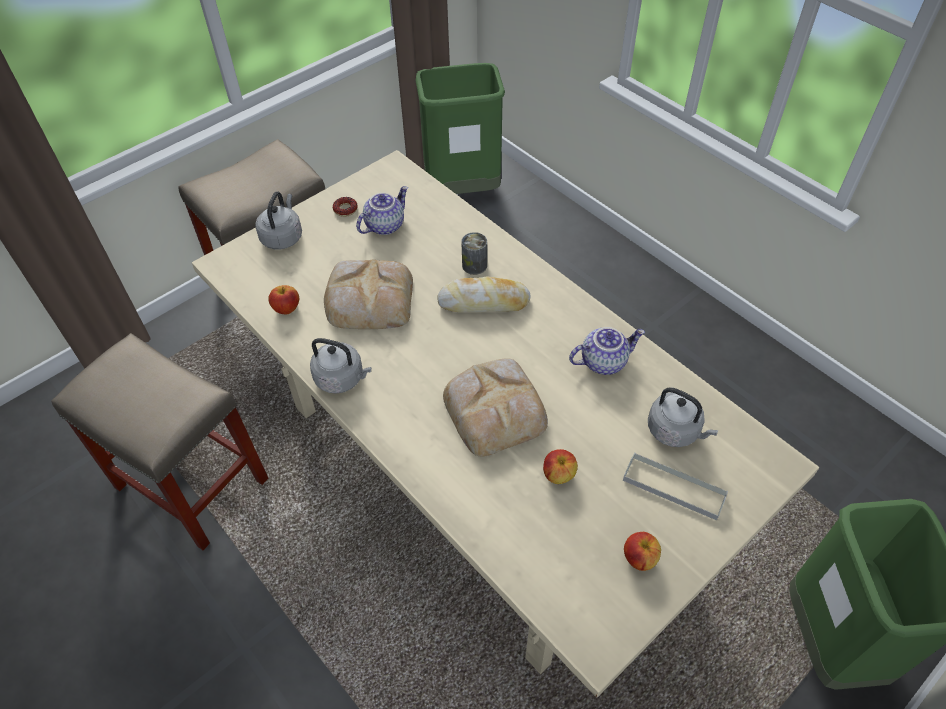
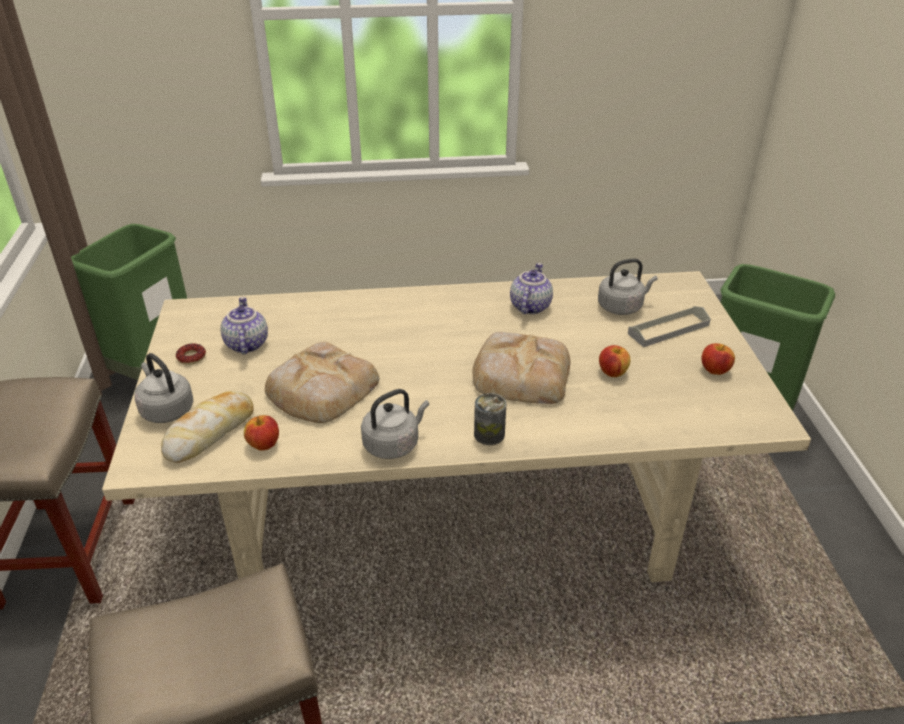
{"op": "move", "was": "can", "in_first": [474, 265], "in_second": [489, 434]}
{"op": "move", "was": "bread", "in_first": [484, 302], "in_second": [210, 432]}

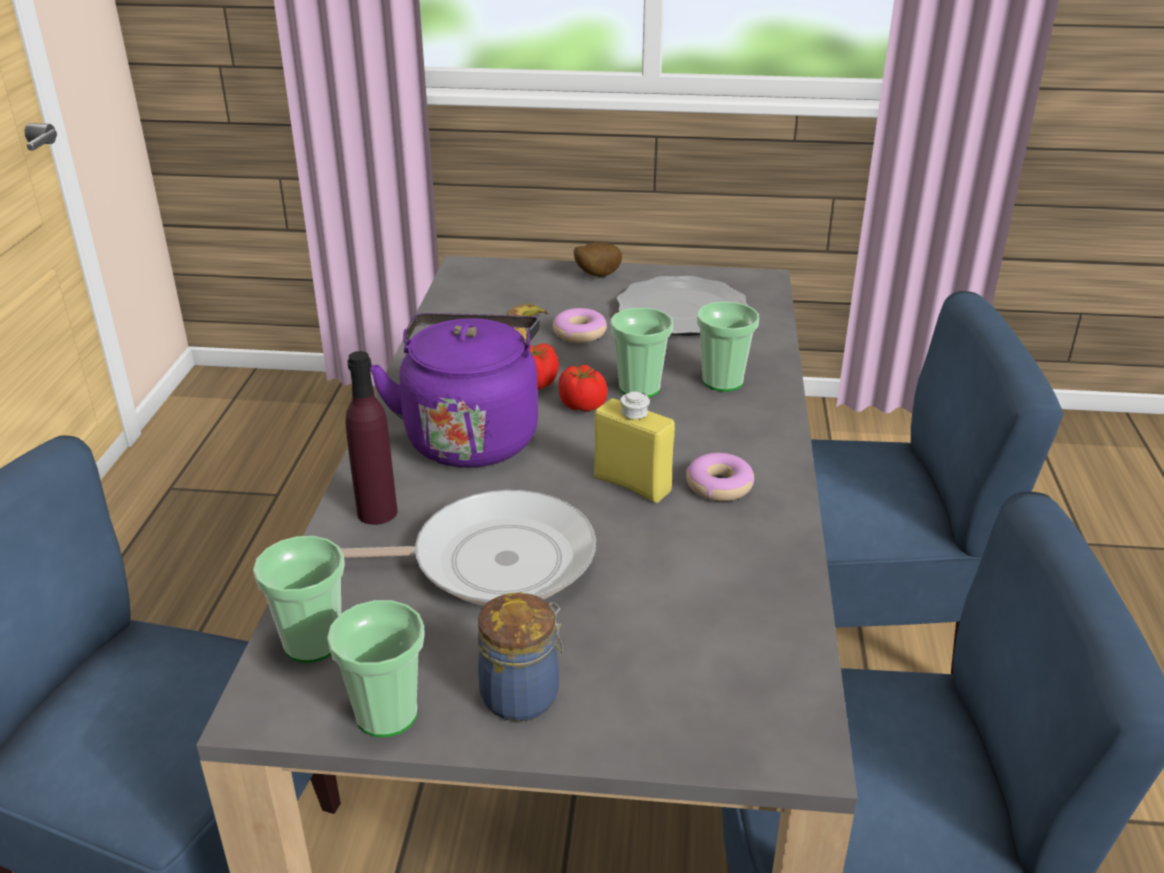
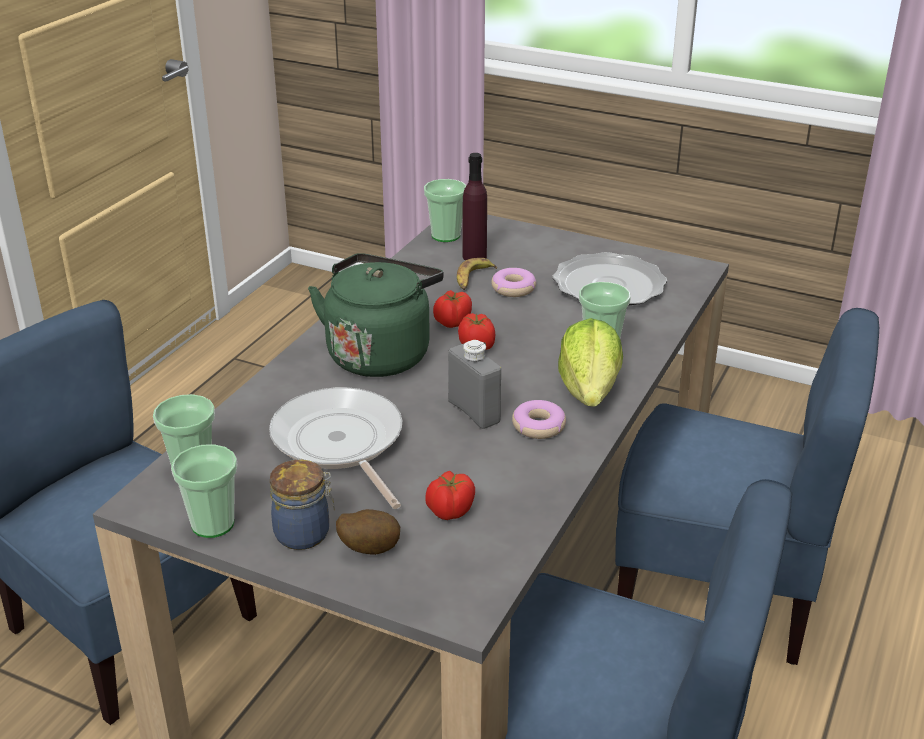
{"op": "move", "was": "potato", "in_first": [596, 275], "in_second": [369, 548]}
{"op": "move", "was": "cup", "in_first": [639, 388], "in_second": [445, 235]}
{"op": "recolor", "was": "kettle (purple)", "now": "kettle (green)", "in_first": [471, 436], "in_second": [380, 353]}
{"op": "move", "was": "bottle (purple)", "in_first": [377, 512], "in_second": [474, 257]}
{"op": "recolor", "was": "bottle (yellow)", "now": "bottle (grey)", "in_first": [632, 484], "in_second": [474, 412]}
{"op": "rotate", "was": "frying pan", "in_first": [493, 560], "in_second": [340, 443], "clockwise": -135}
{"op": "insert", "now": "lettuce", "in_second": [589, 391]}
{"op": "insert", "now": "tomato", "in_second": [450, 511]}

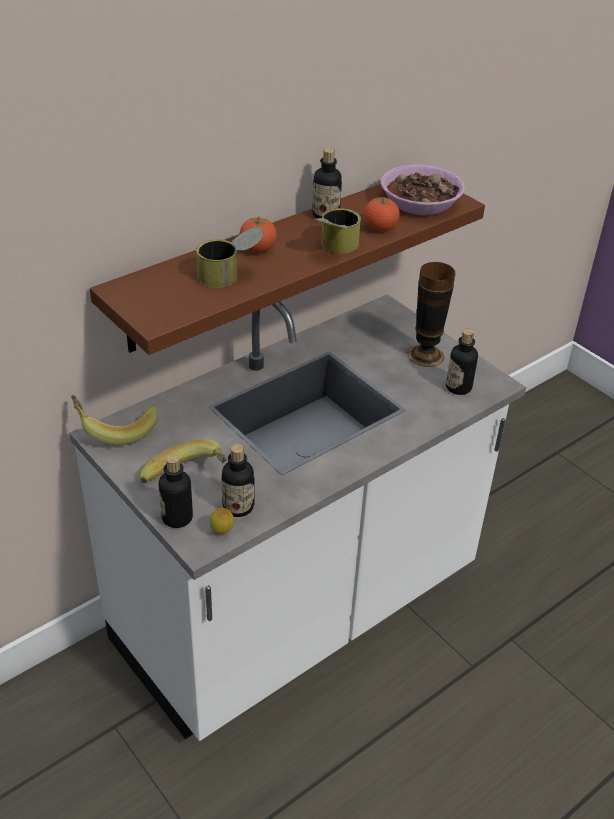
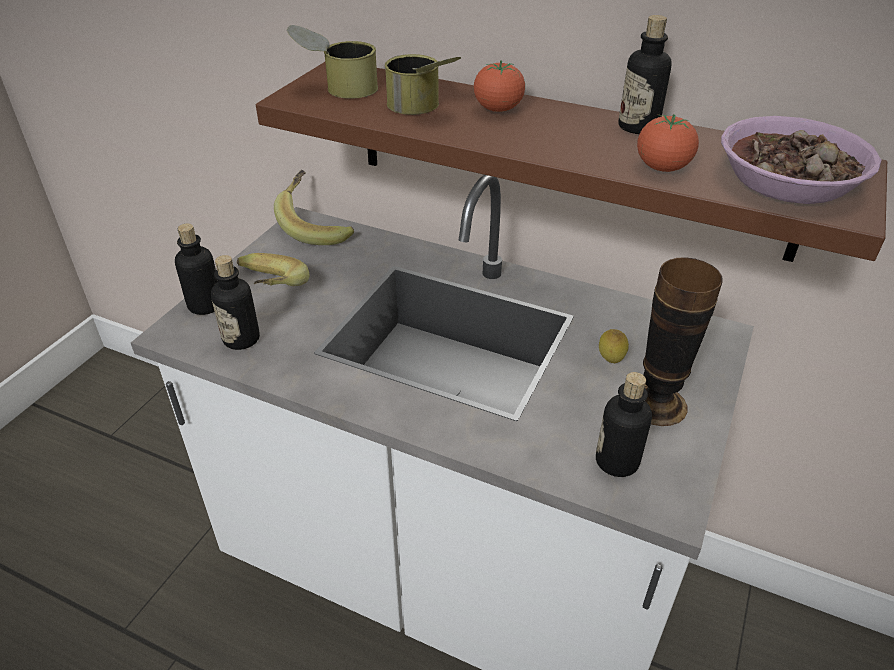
{"op": "move", "was": "can", "in_first": [334, 249], "in_second": [336, 89]}
{"op": "move", "was": "lemon", "in_first": [222, 532], "in_second": [610, 361]}

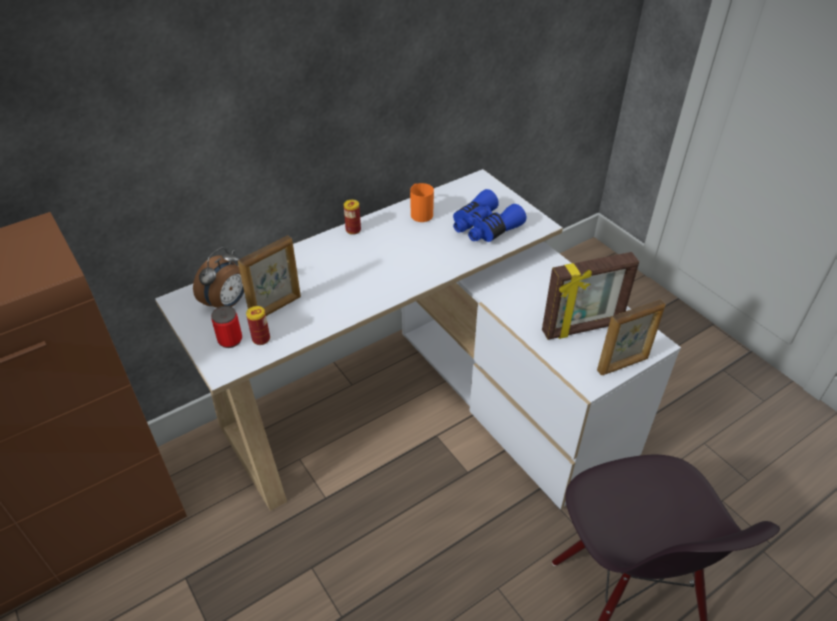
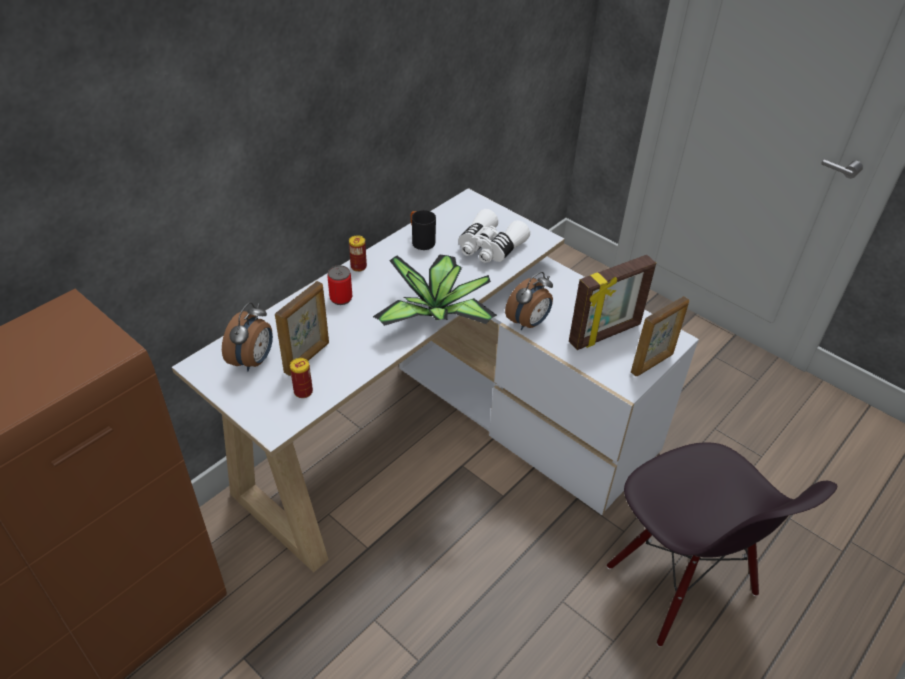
{"op": "recolor", "was": "mug (orange)", "now": "mug (black)", "in_first": [419, 213], "in_second": [420, 241]}
{"op": "recolor", "was": "binoculars (blue)", "now": "binoculars (white)", "in_first": [484, 227], "in_second": [489, 247]}
{"op": "move", "was": "can", "in_first": [230, 340], "in_second": [341, 298]}
{"op": "insert", "now": "potted plant", "in_second": [437, 313]}
{"op": "insert", "now": "alarm clock", "in_second": [529, 323]}

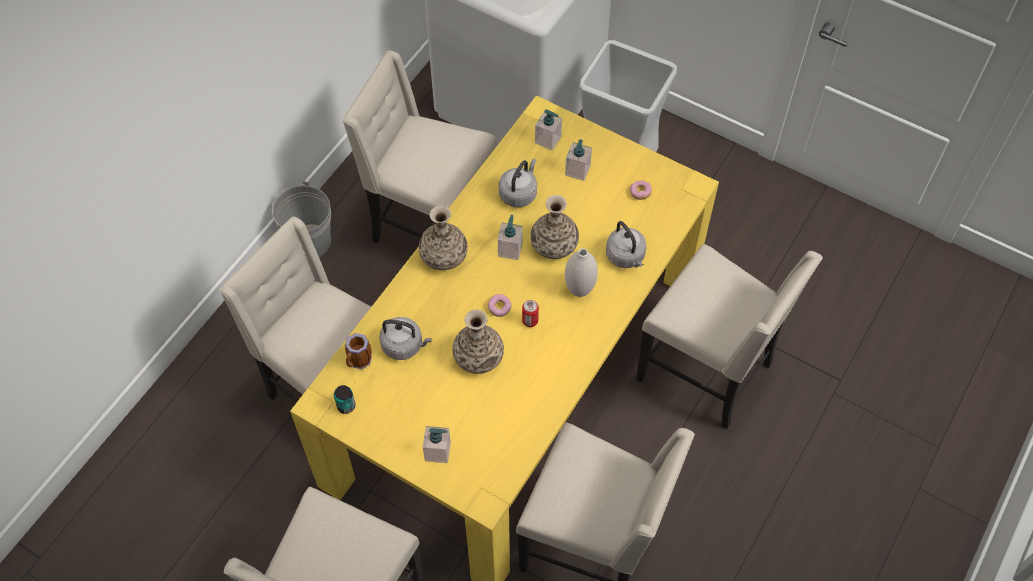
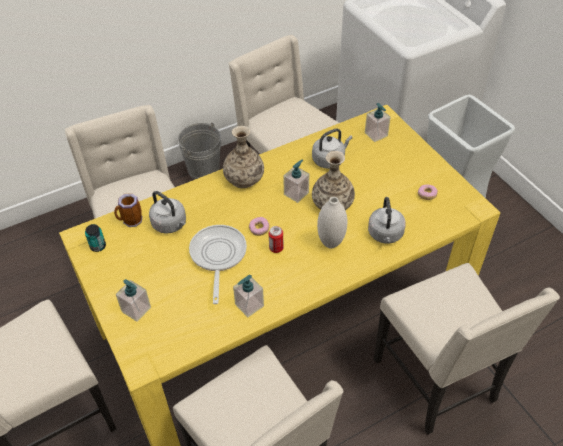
{"op": "move", "was": "soap dispenser", "in_first": [577, 170], "in_second": [249, 305]}
{"op": "replace", "was": "vase", "now": "frying pan", "in_first": [478, 357], "in_second": [218, 256]}

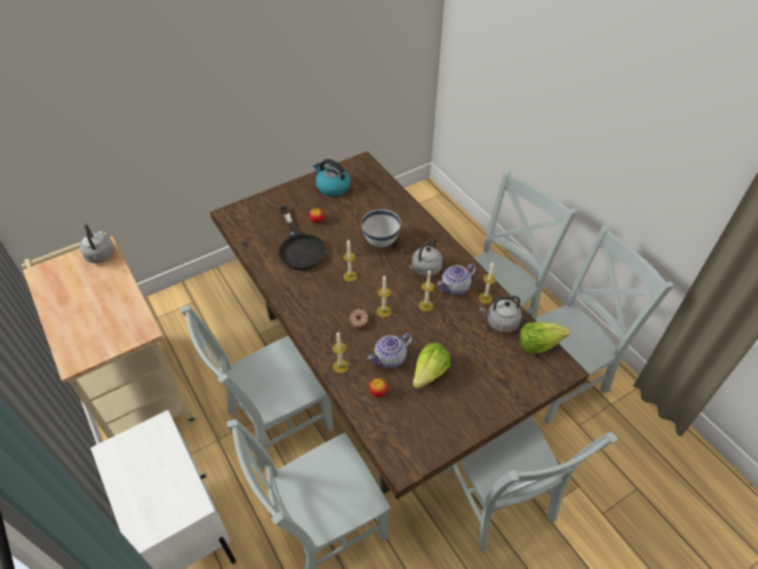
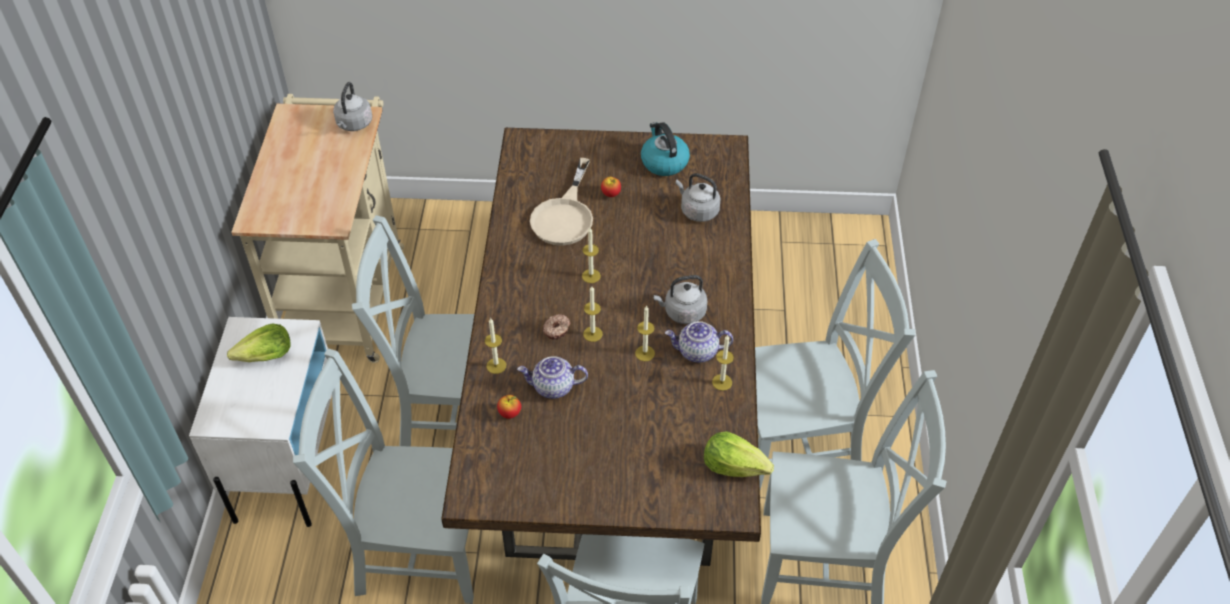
{"op": "recolor", "was": "frying pan (black)", "now": "frying pan (beige)", "in_first": [300, 247], "in_second": [565, 215]}
{"op": "delete", "was": "bowl (white)", "in_first": [381, 242]}
{"op": "move", "was": "kettle (grey)", "in_first": [500, 322], "in_second": [697, 211]}
{"op": "move", "was": "lettuce", "in_first": [430, 373], "in_second": [266, 356]}

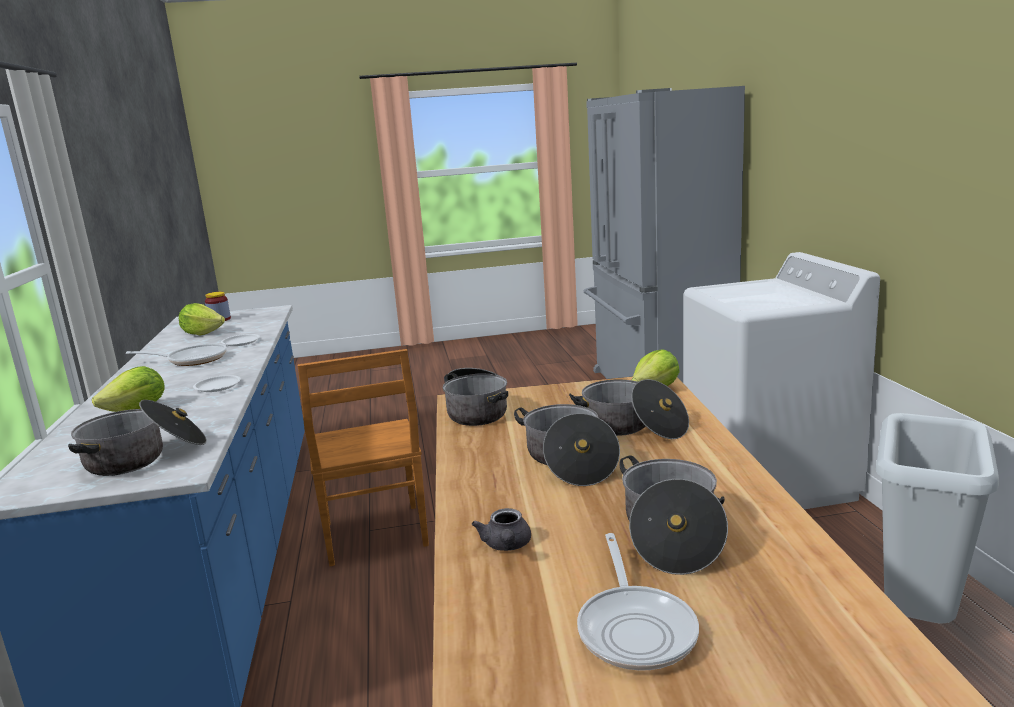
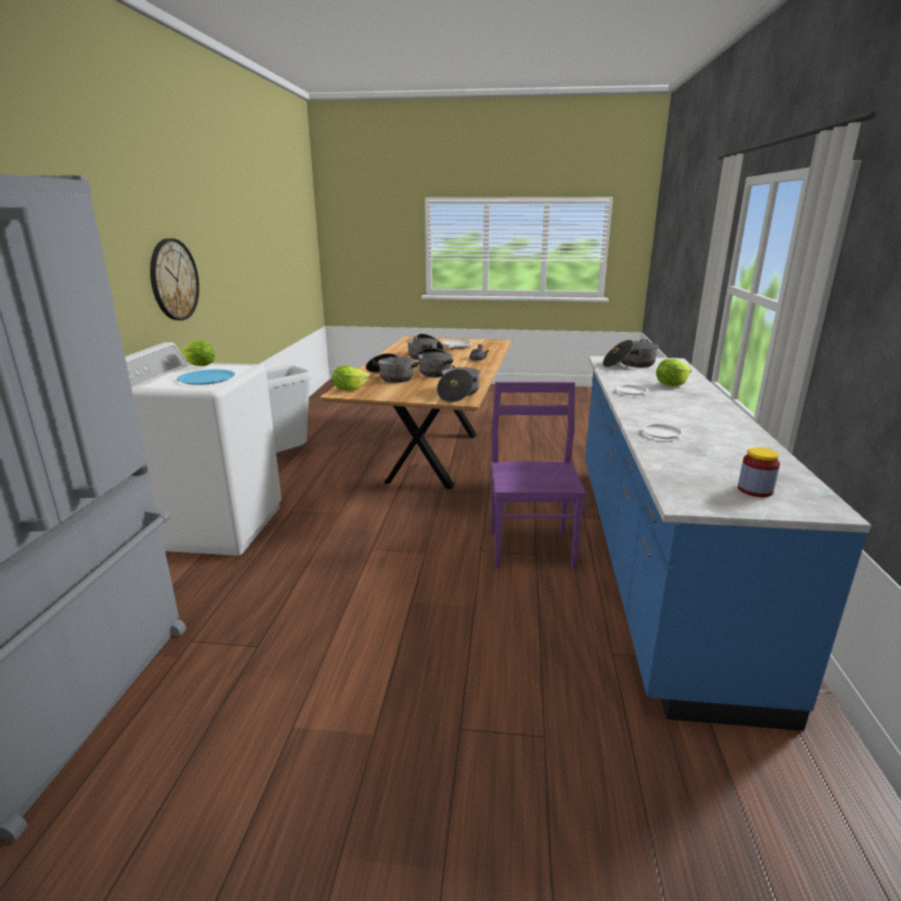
{"op": "move", "was": "lettuce", "in_first": [202, 333], "in_second": [199, 366]}
{"op": "delete", "was": "frying pan", "in_first": [192, 360]}
{"op": "recolor", "was": "chair (brown)", "now": "chair (purple)", "in_first": [375, 536], "in_second": [531, 548]}
{"op": "insert", "now": "wall clock", "in_second": [174, 280]}
{"op": "insert", "now": "plate (blue)", "in_second": [207, 378]}

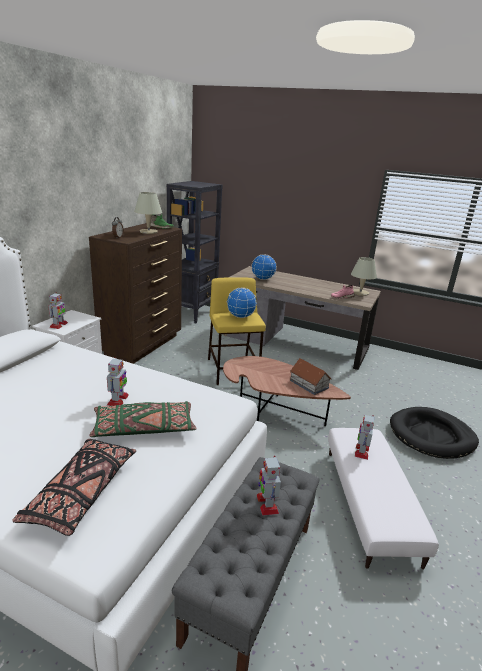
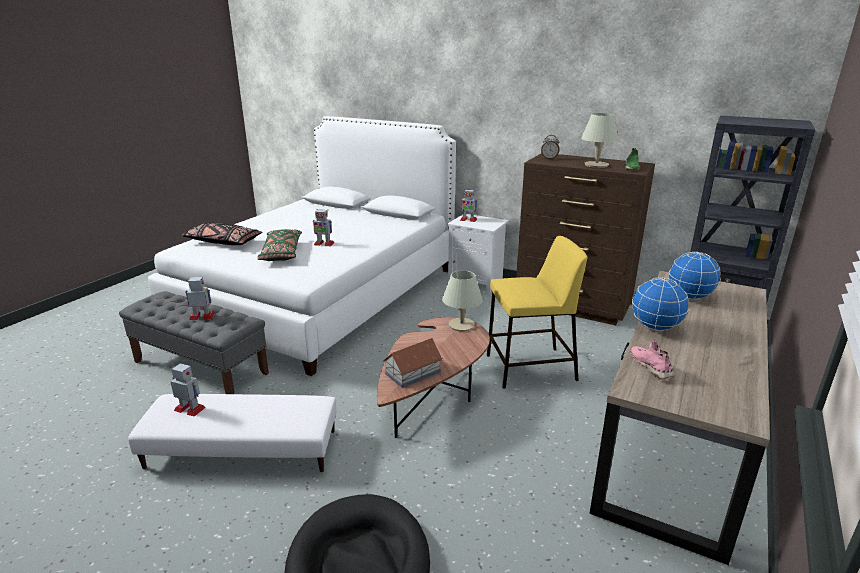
{"op": "move", "was": "table lamp (beige)", "in_first": [360, 293], "in_second": [461, 325]}
{"op": "move", "was": "globe", "in_first": [240, 316], "in_second": [655, 327]}
{"op": "move", "was": "toy robot", "in_first": [361, 451], "in_second": [190, 409]}

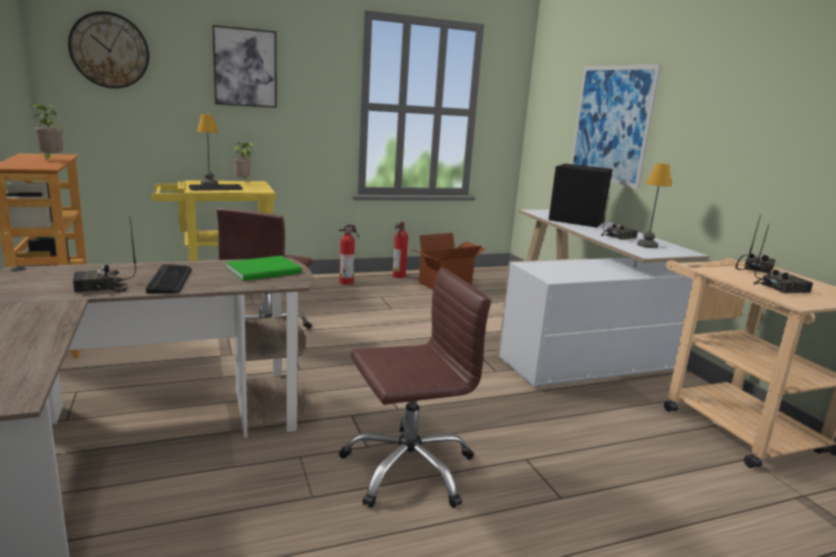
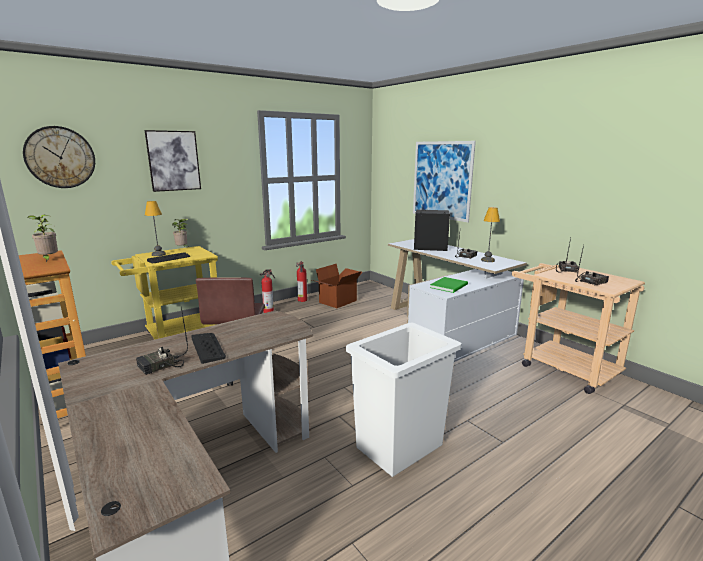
{"op": "move", "was": "book (green)", "in_first": [266, 270], "in_second": [450, 286]}
{"op": "replace", "was": "office chair (brown)", "now": "trash can (white)", "in_first": [408, 468], "in_second": [400, 446]}

